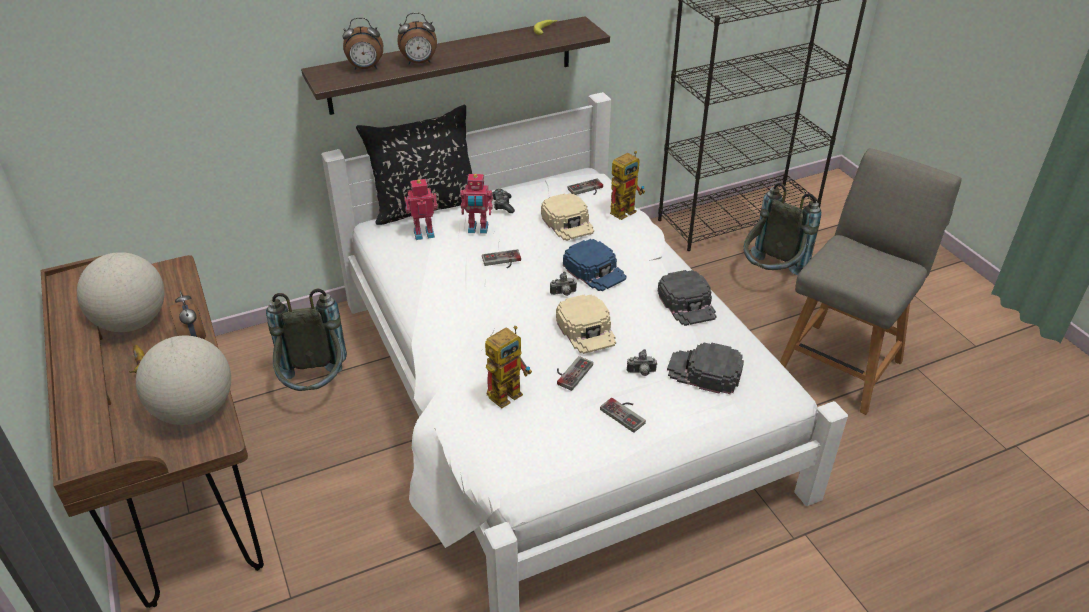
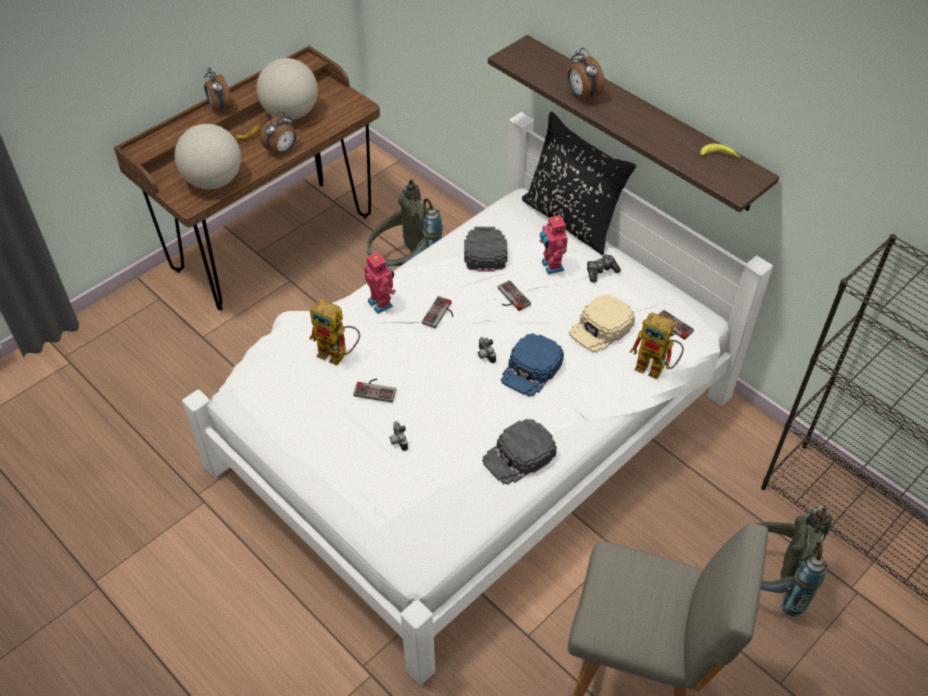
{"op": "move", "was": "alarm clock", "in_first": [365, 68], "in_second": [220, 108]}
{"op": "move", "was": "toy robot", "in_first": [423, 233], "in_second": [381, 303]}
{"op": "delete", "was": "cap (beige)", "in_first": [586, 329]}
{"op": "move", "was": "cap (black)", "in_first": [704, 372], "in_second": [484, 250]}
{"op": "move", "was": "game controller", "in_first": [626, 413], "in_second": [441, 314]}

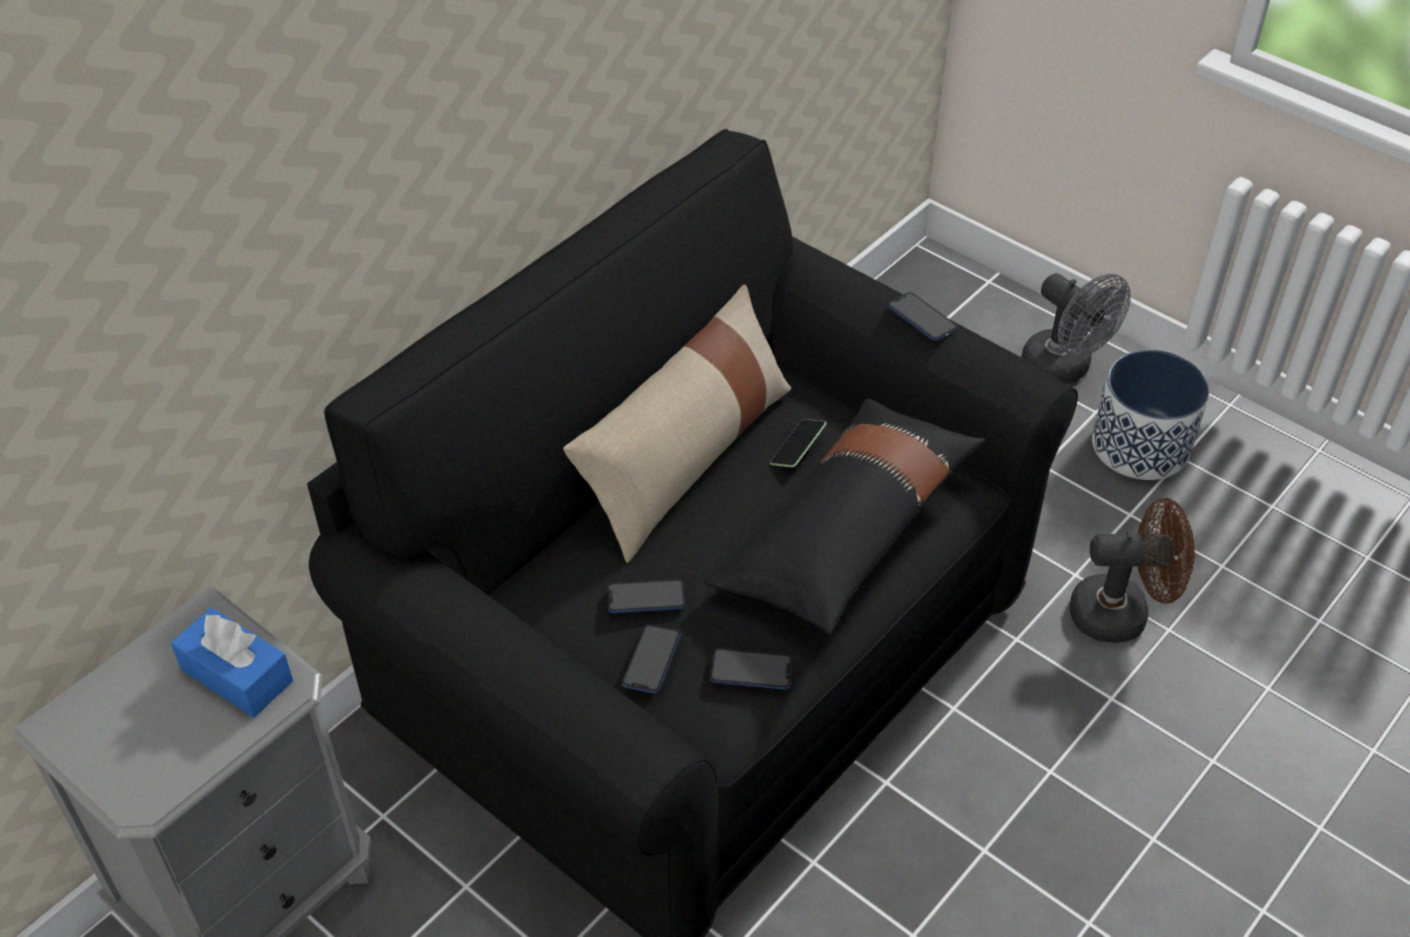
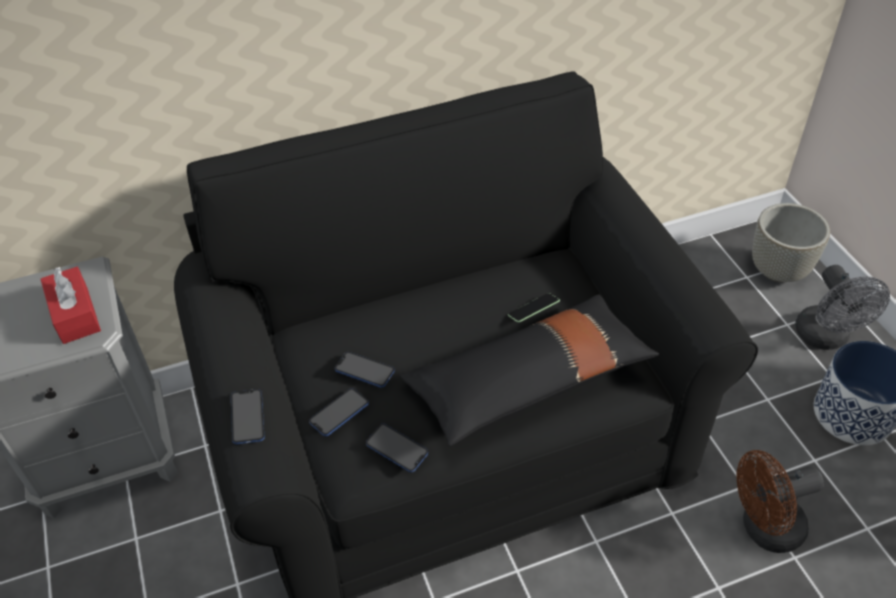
{"op": "delete", "was": "pillow (beige)", "in_first": [686, 457]}
{"op": "move", "was": "phone", "in_first": [922, 318], "in_second": [247, 417]}
{"op": "rotate", "was": "fan (brown)", "in_first": [1121, 613], "in_second": [764, 529], "clockwise": 135}
{"op": "recolor", "was": "tissue box (blue)", "now": "tissue box (red)", "in_first": [237, 675], "in_second": [75, 314]}
{"op": "insert", "now": "planter (grey)", "in_second": [778, 271]}

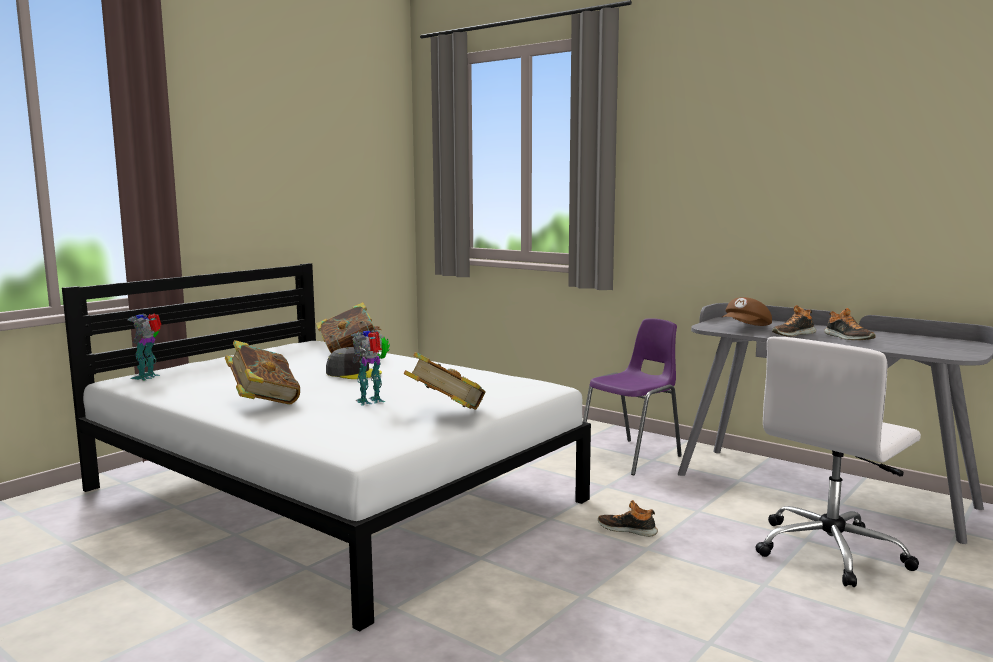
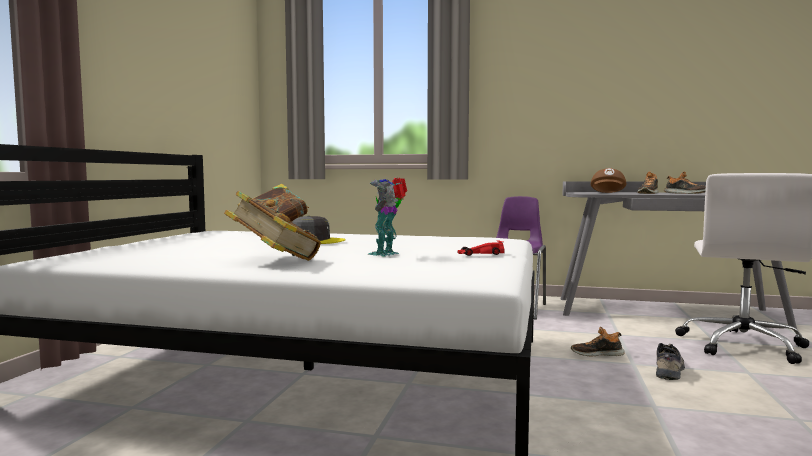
{"op": "delete", "was": "toy robot", "in_first": [148, 377]}
{"op": "replace", "was": "book", "now": "toy car (red)", "in_first": [446, 413], "in_second": [480, 254]}
{"op": "insert", "now": "shoe", "in_second": [670, 369]}

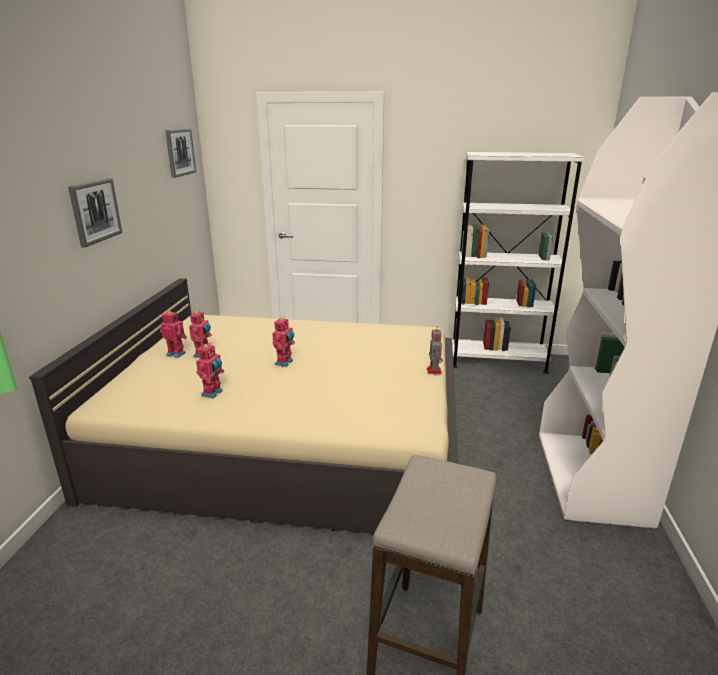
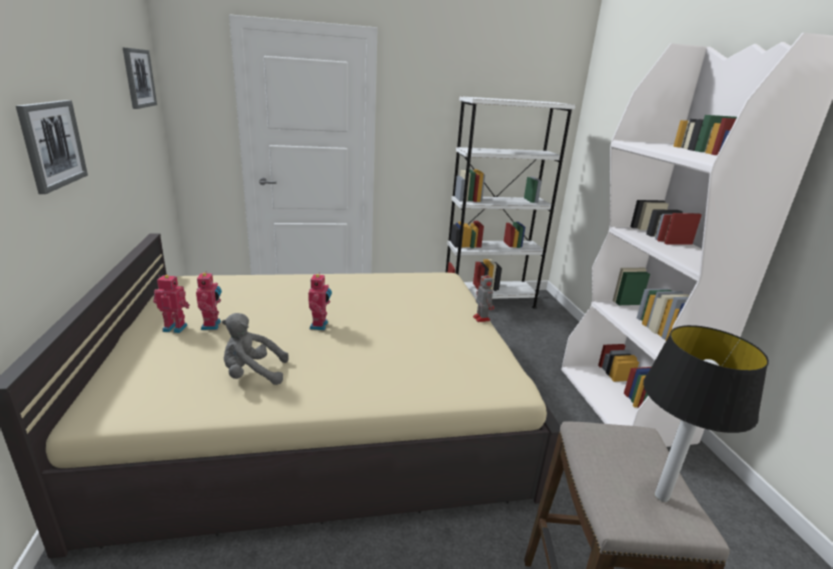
{"op": "replace", "was": "toy robot", "now": "plush toy (grey)", "in_first": [213, 393], "in_second": [252, 374]}
{"op": "insert", "now": "table lamp", "in_second": [661, 496]}

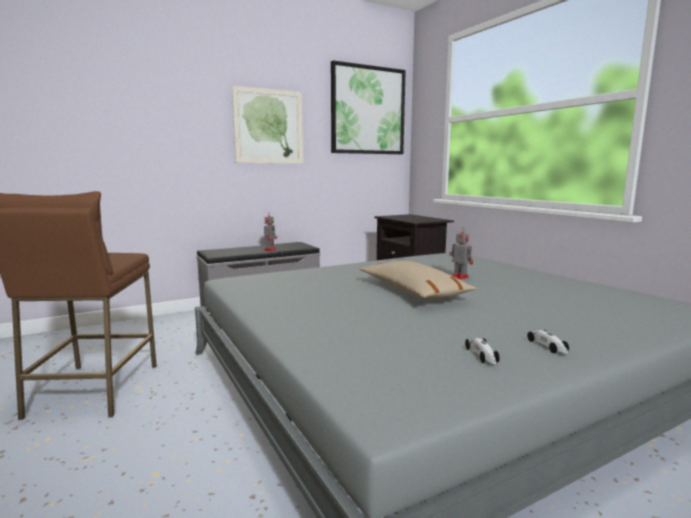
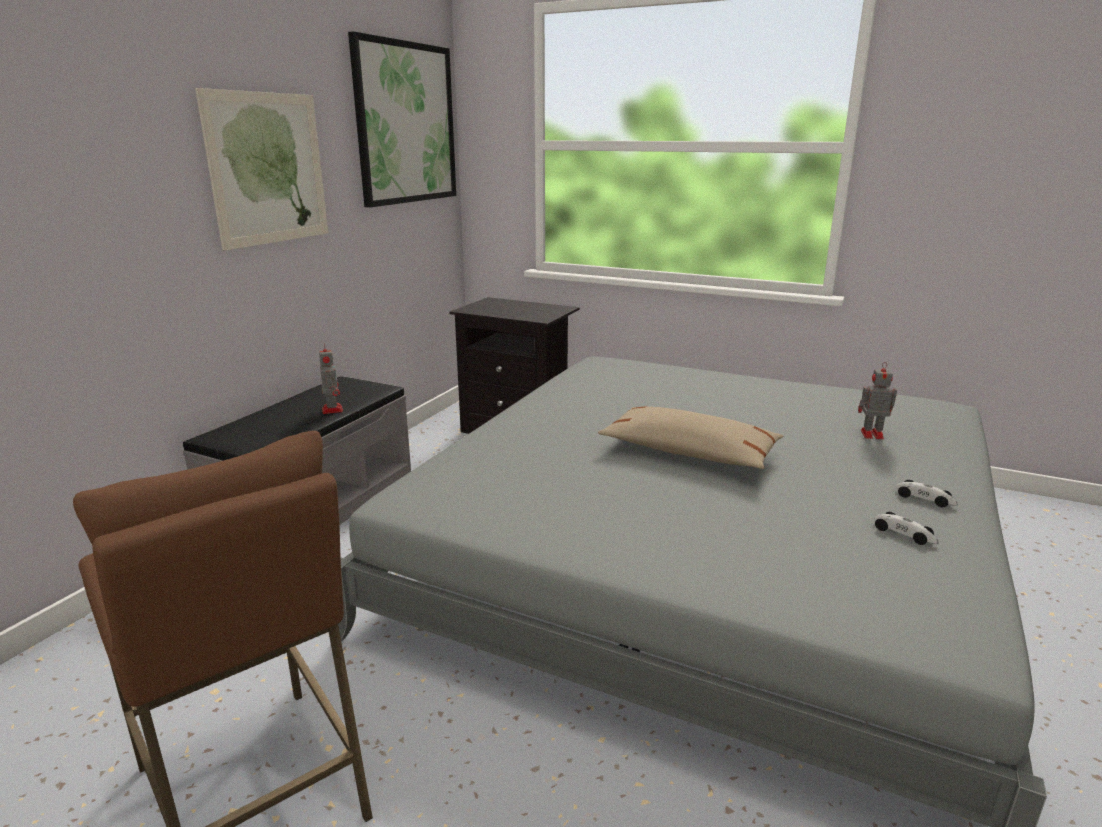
{"op": "move", "was": "toy robot", "in_first": [459, 277], "in_second": [870, 434]}

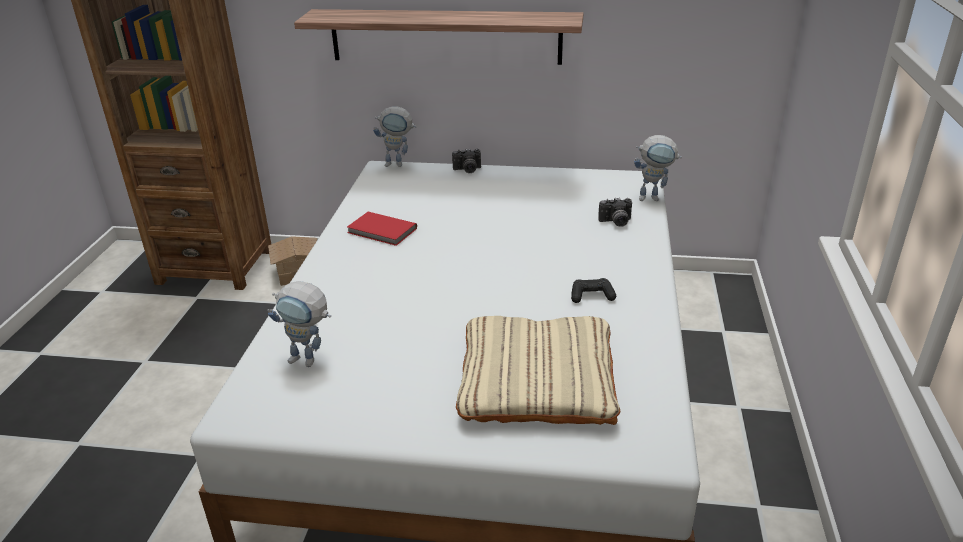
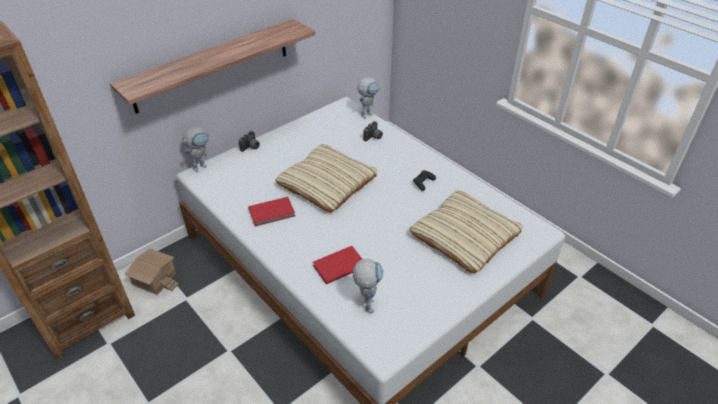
{"op": "rotate", "was": "toy robot", "in_first": [310, 361], "in_second": [367, 302], "clockwise": -60}
{"op": "insert", "now": "pillow (beige)", "in_second": [327, 182]}
{"op": "insert", "now": "book (red)", "in_second": [338, 266]}

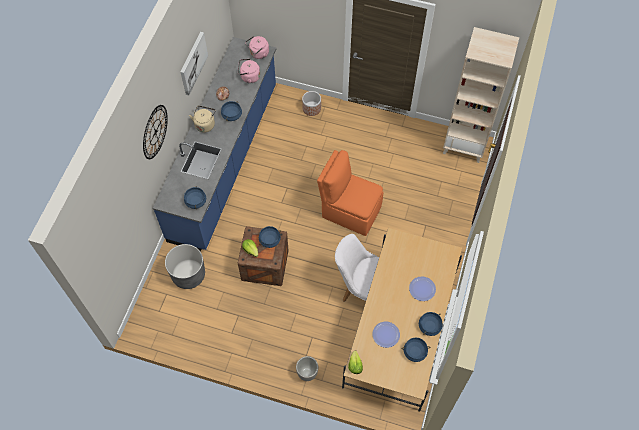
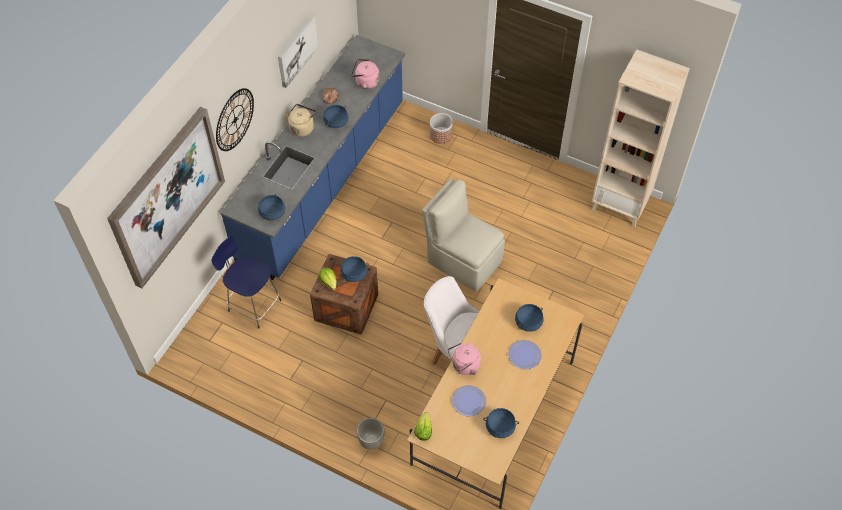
{"op": "move", "was": "kettle (pink)", "in_first": [258, 54], "in_second": [464, 366]}
{"op": "recolor", "was": "chair (orange)", "now": "chair (beige)", "in_first": [350, 211], "in_second": [463, 260]}
{"op": "replace", "was": "planter (grey)", "now": "stool (blue)", "in_first": [188, 275], "in_second": [253, 304]}
{"op": "move", "was": "cooking pot (blue)", "in_first": [429, 326], "in_second": [528, 322]}
{"op": "insert", "now": "picture", "in_second": [167, 197]}

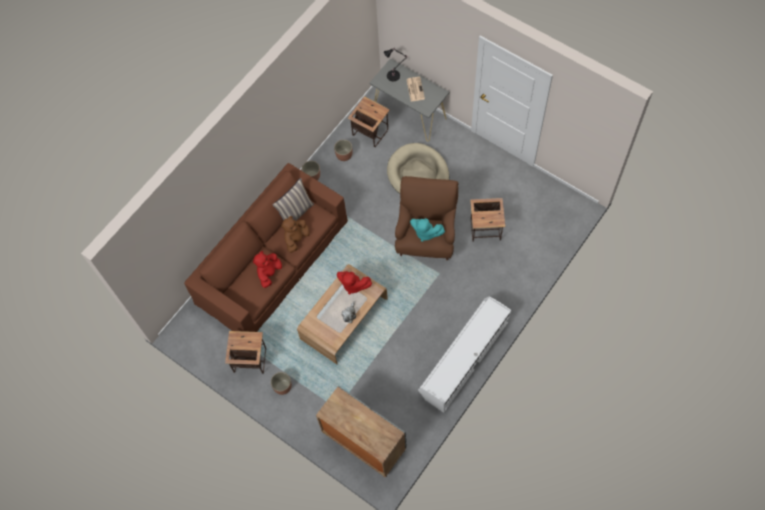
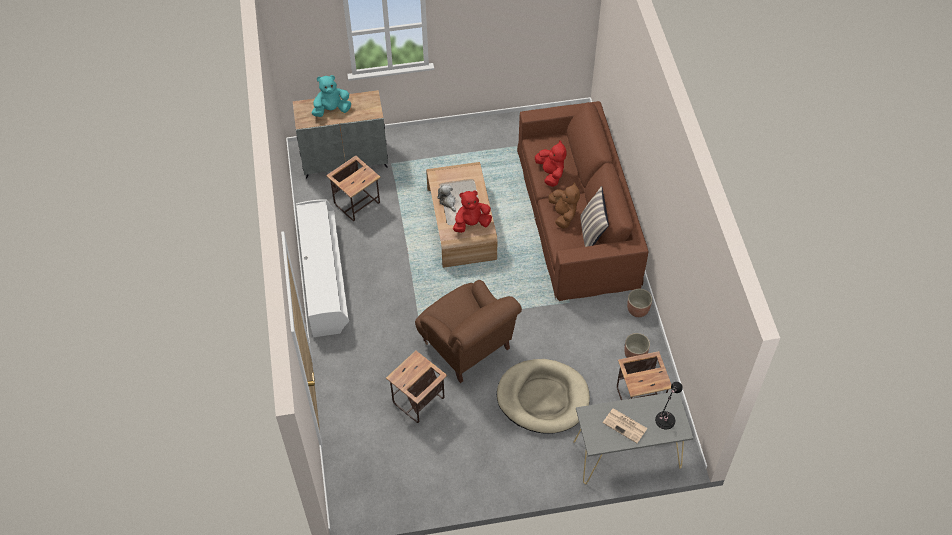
{"op": "move", "was": "plush toy (turquoise)", "in_first": [425, 233], "in_second": [331, 110]}
{"op": "move", "was": "side table", "in_first": [249, 360], "in_second": [357, 203]}
{"op": "delete", "was": "planter", "in_first": [282, 386]}

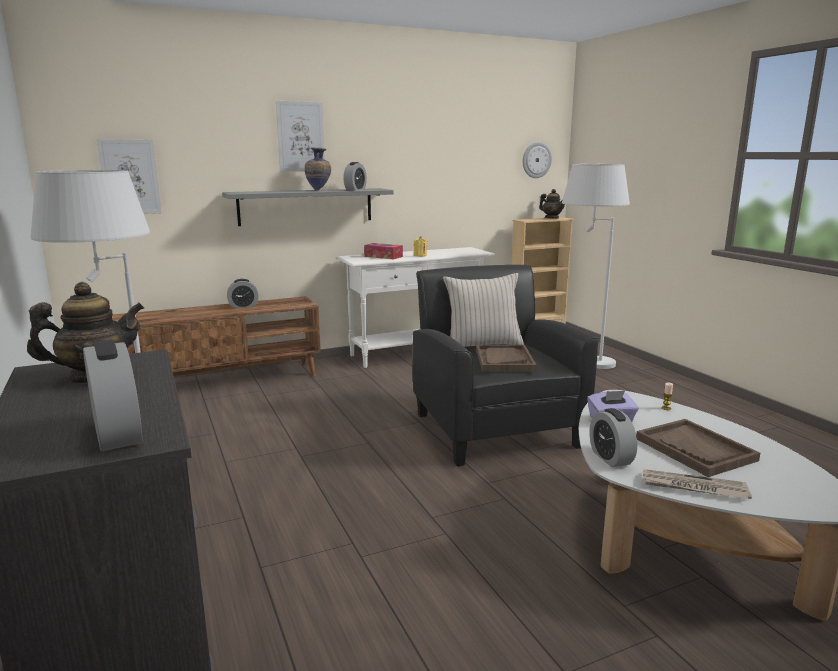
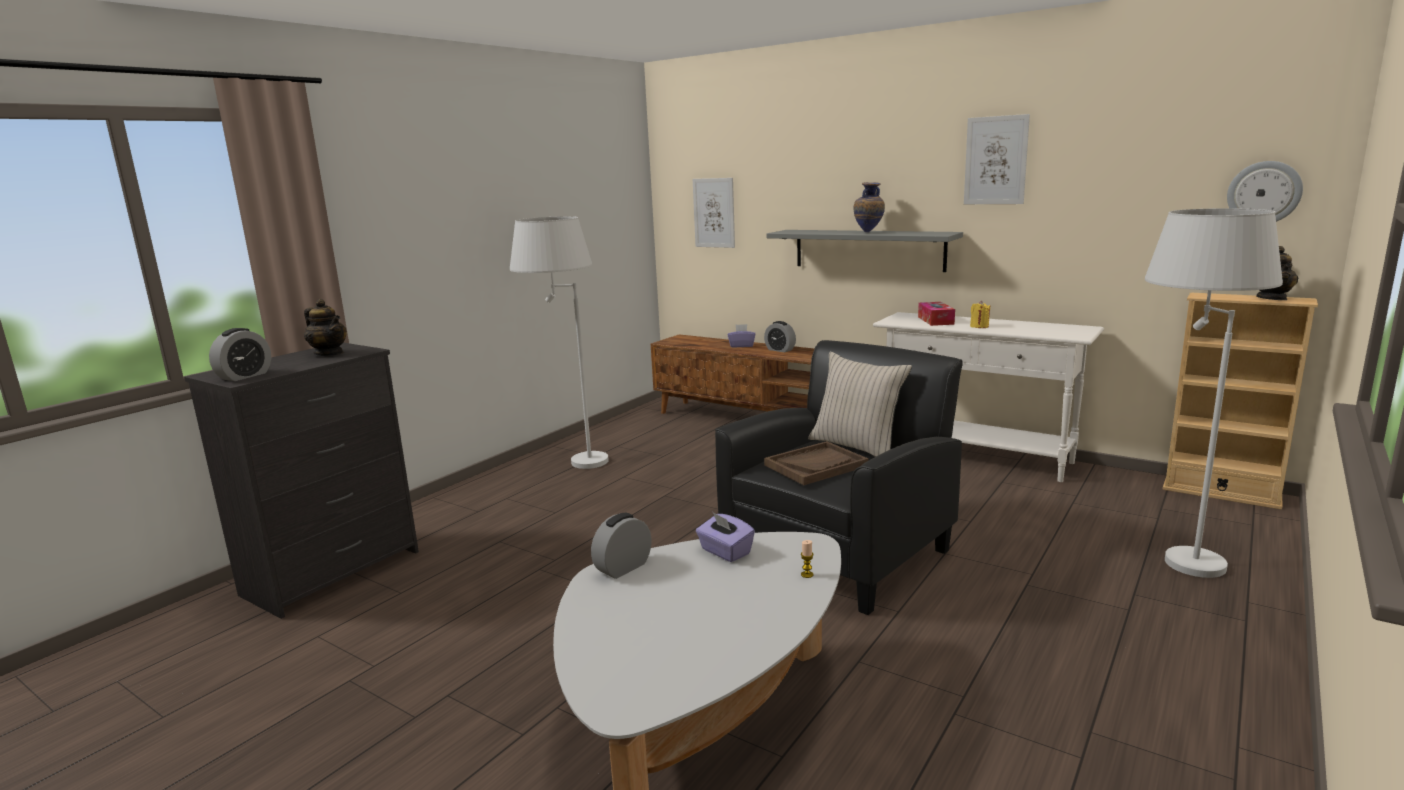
{"op": "move", "was": "picture", "in_first": [300, 136], "in_second": [996, 160]}
{"op": "delete", "was": "alarm clock", "in_first": [355, 189]}
{"op": "delete", "was": "tray (brown)", "in_first": [695, 449]}
{"op": "delete", "was": "newspaper", "in_first": [693, 487]}
{"op": "insert", "now": "tissue box (purple)", "in_second": [741, 345]}

